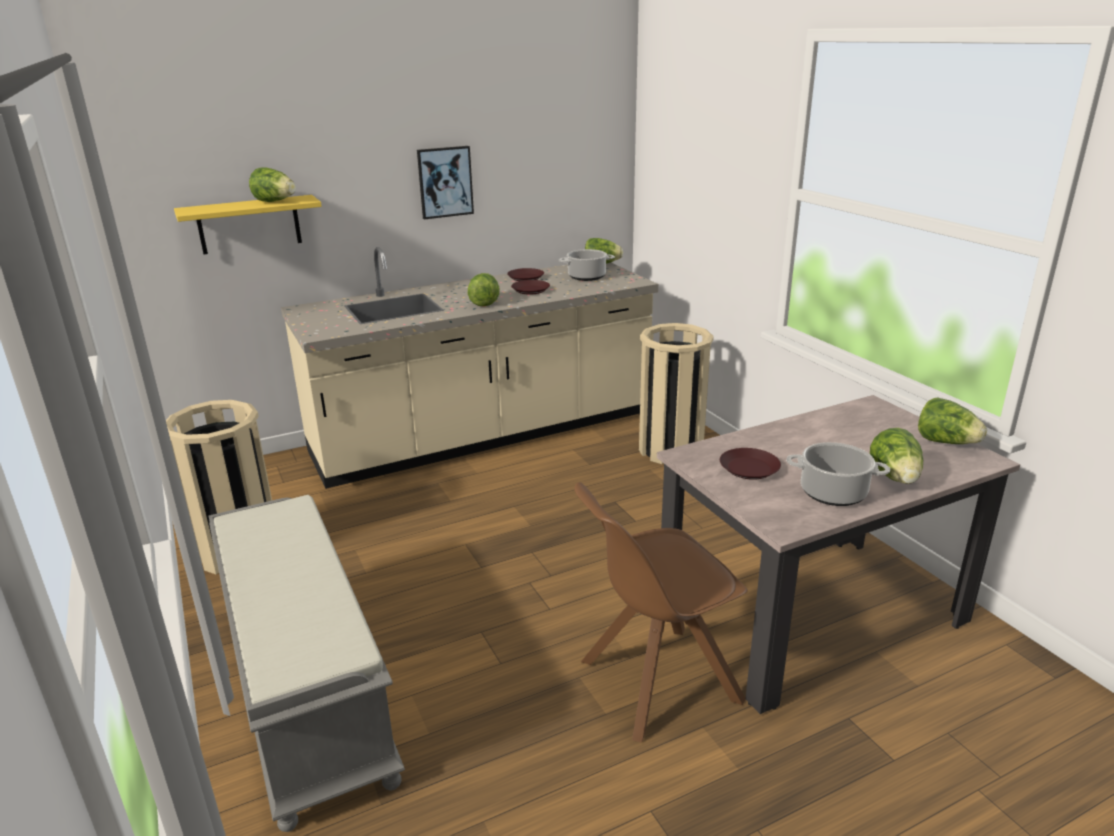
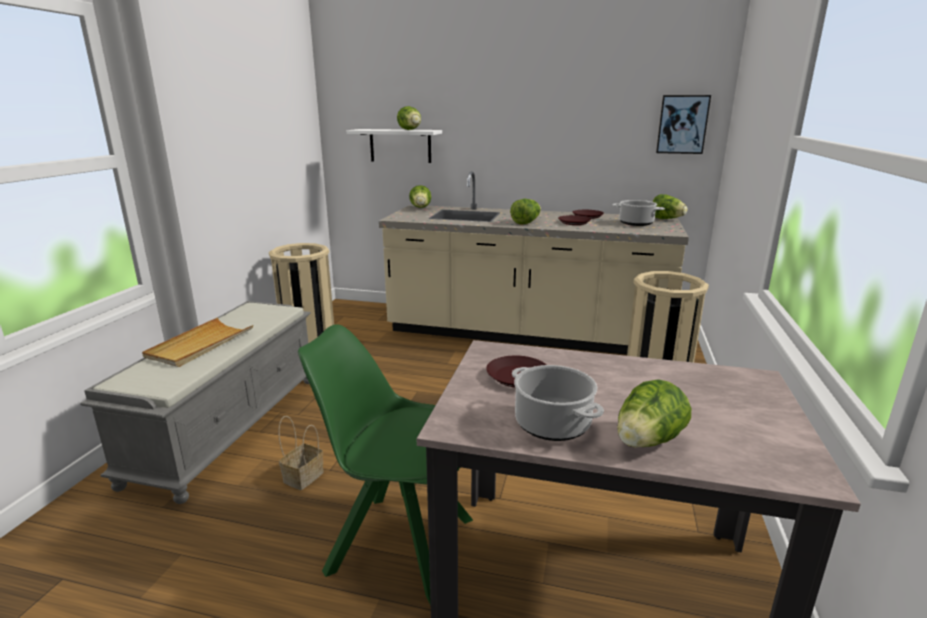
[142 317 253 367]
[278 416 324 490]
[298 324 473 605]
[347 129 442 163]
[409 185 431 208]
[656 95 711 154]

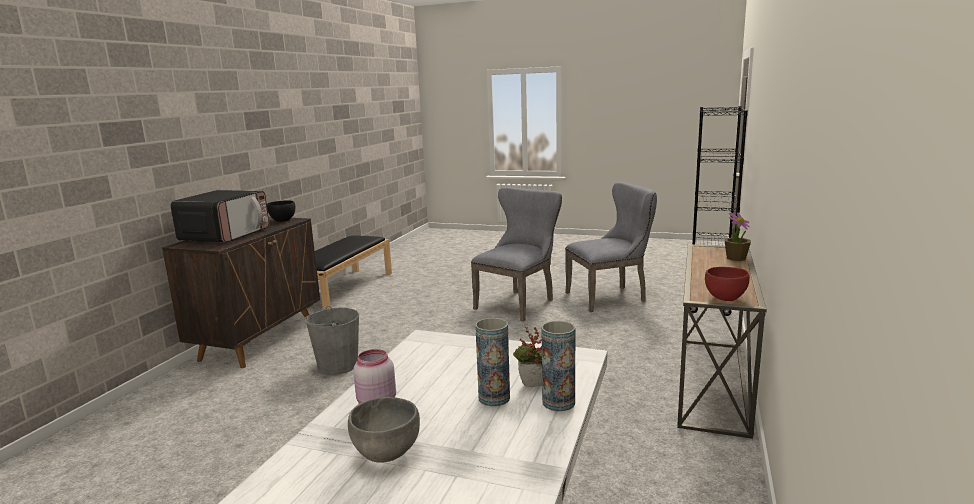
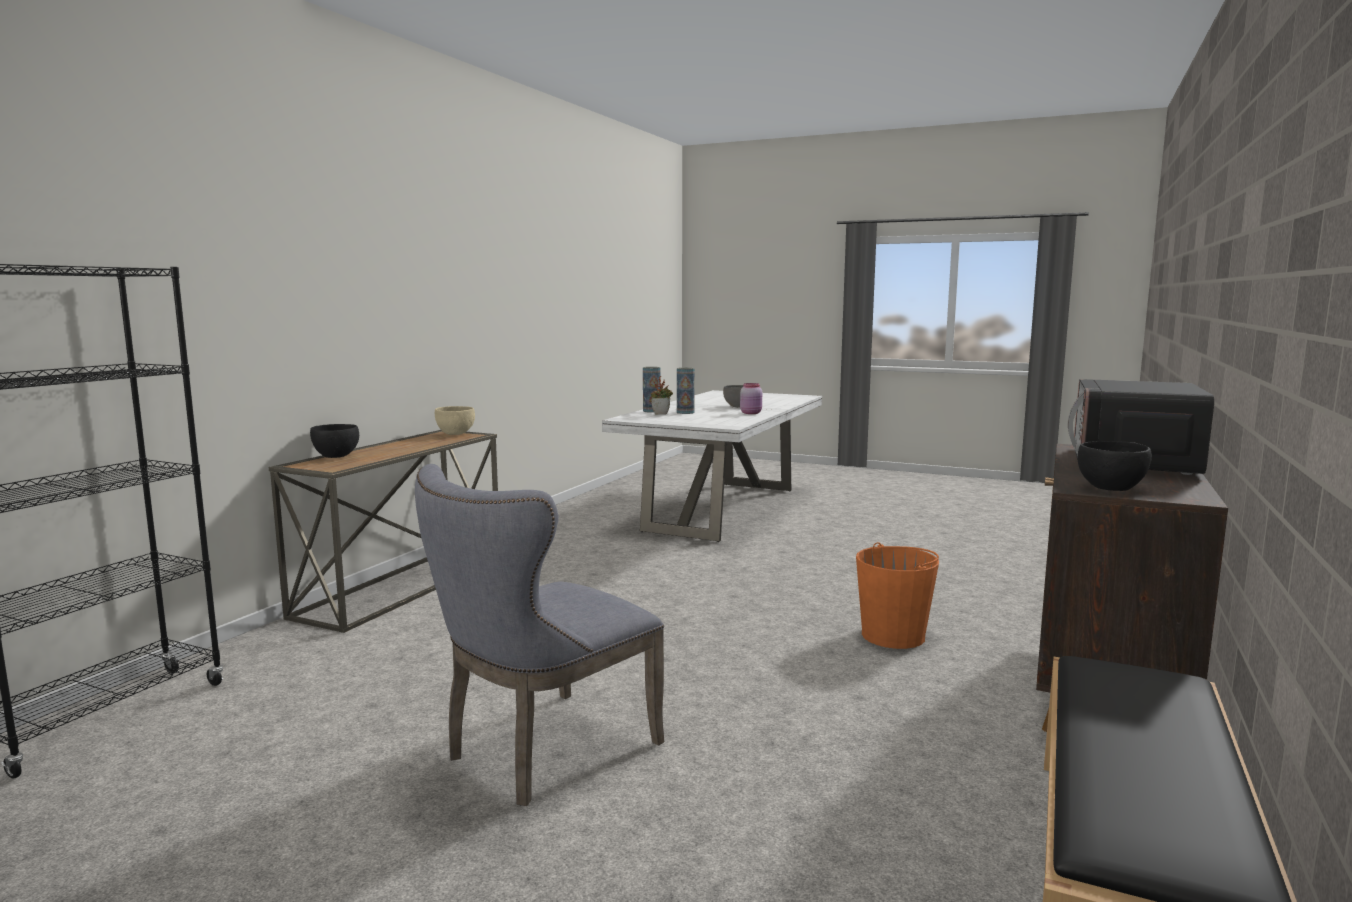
[310 424 359 458]
[435 406 475 435]
[856 542 939 649]
[565 182 657 312] (first image)

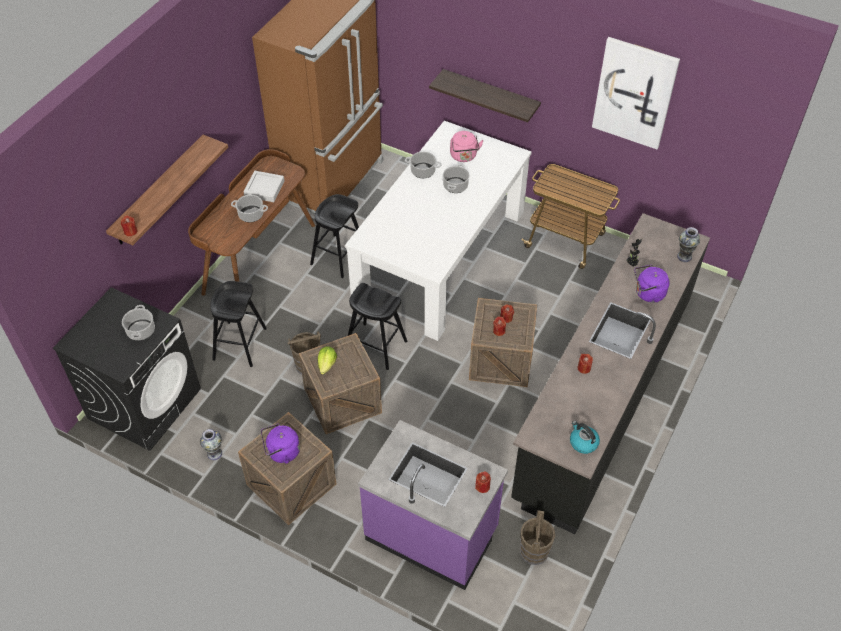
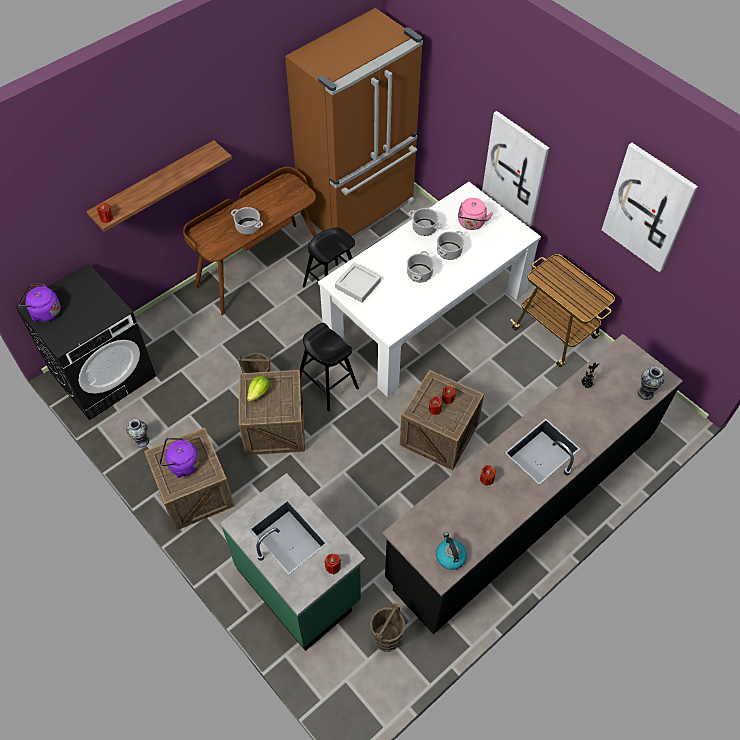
[18 283 61 322]
[220 473 365 651]
[335 262 381 303]
[407 251 434 282]
[482 111 549 227]
[210 281 267 367] (first image)

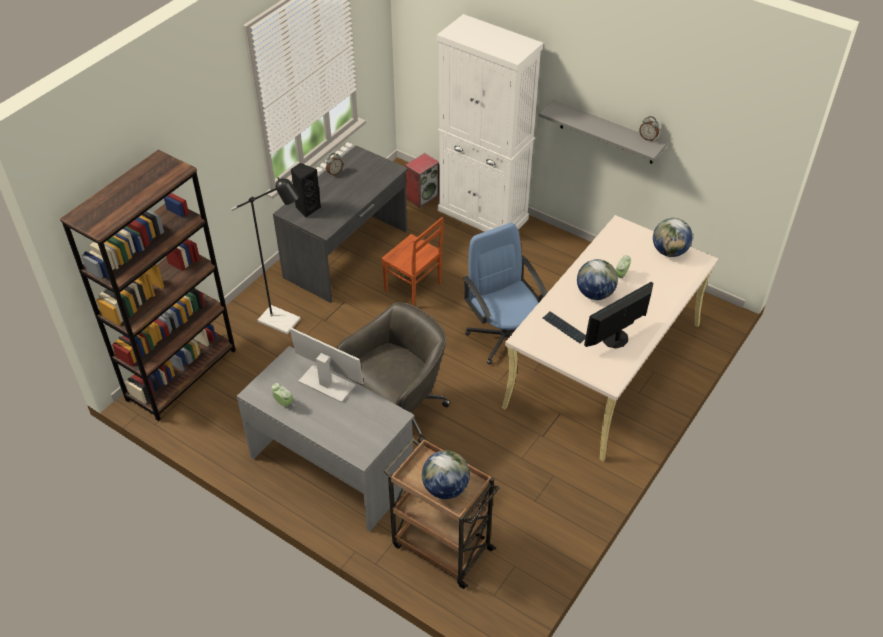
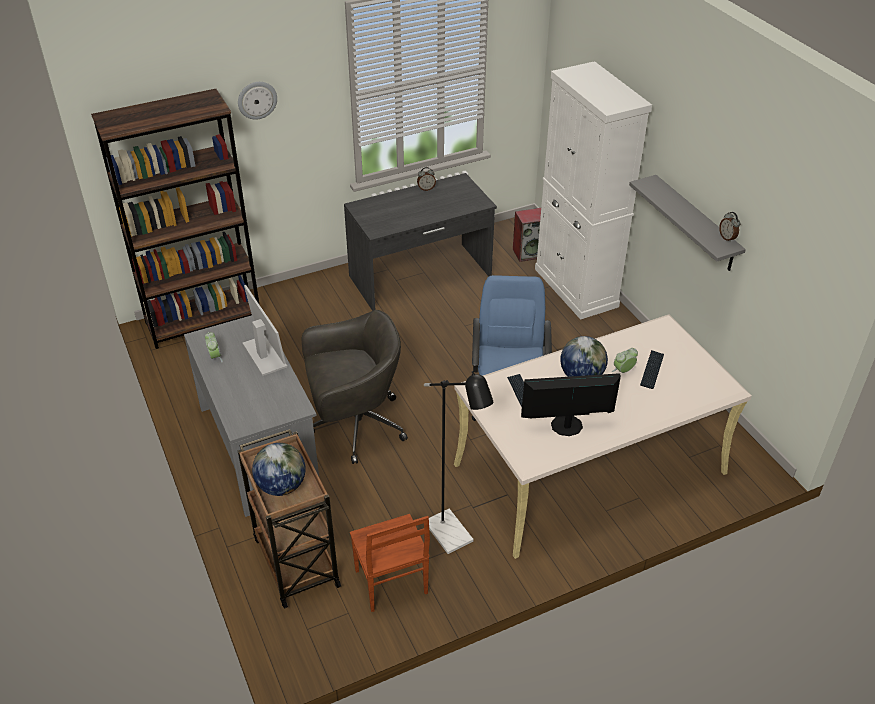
[238 82 277 120]
[350 514 430 612]
[424 371 494 554]
[640 350 664 389]
[291 163 321 217] (first image)
[653 218 693 257] (first image)

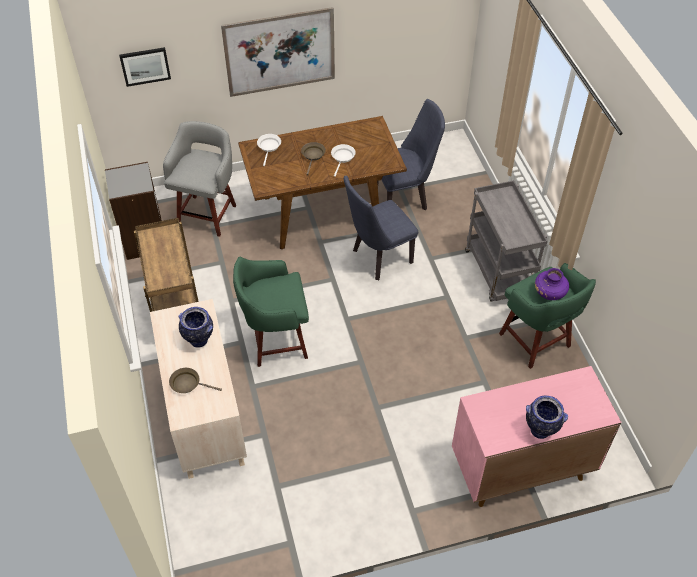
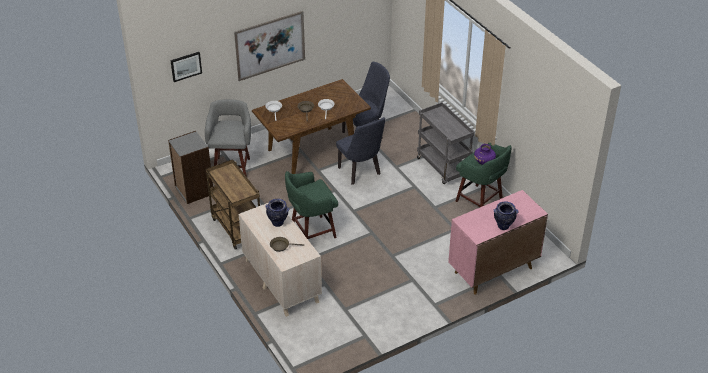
[336 117 385 185]

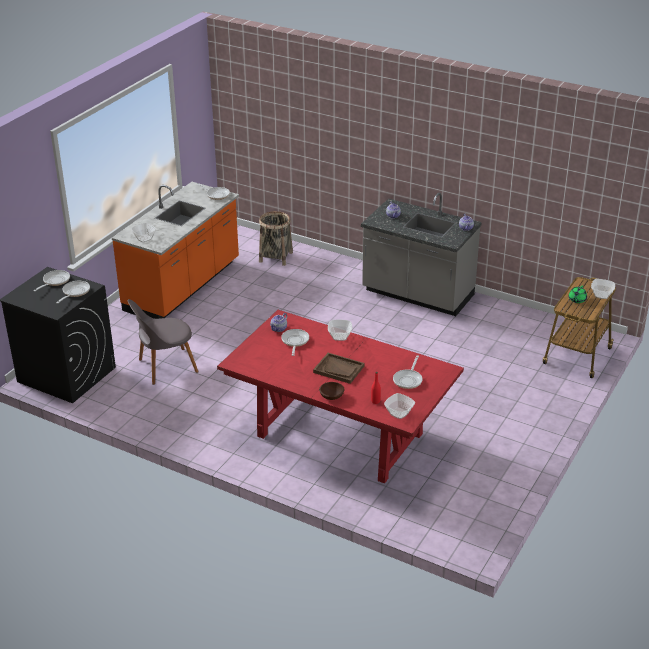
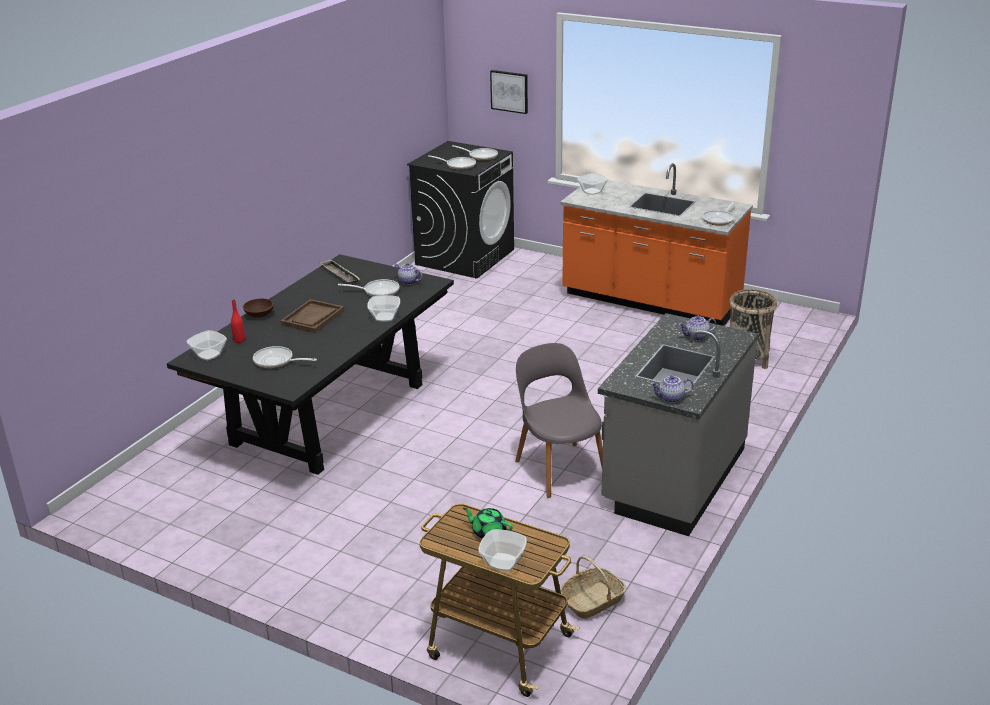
[167 254 454 475]
[319 259 360 283]
[490 70 528 114]
[515 343 603 498]
[560 556 626 619]

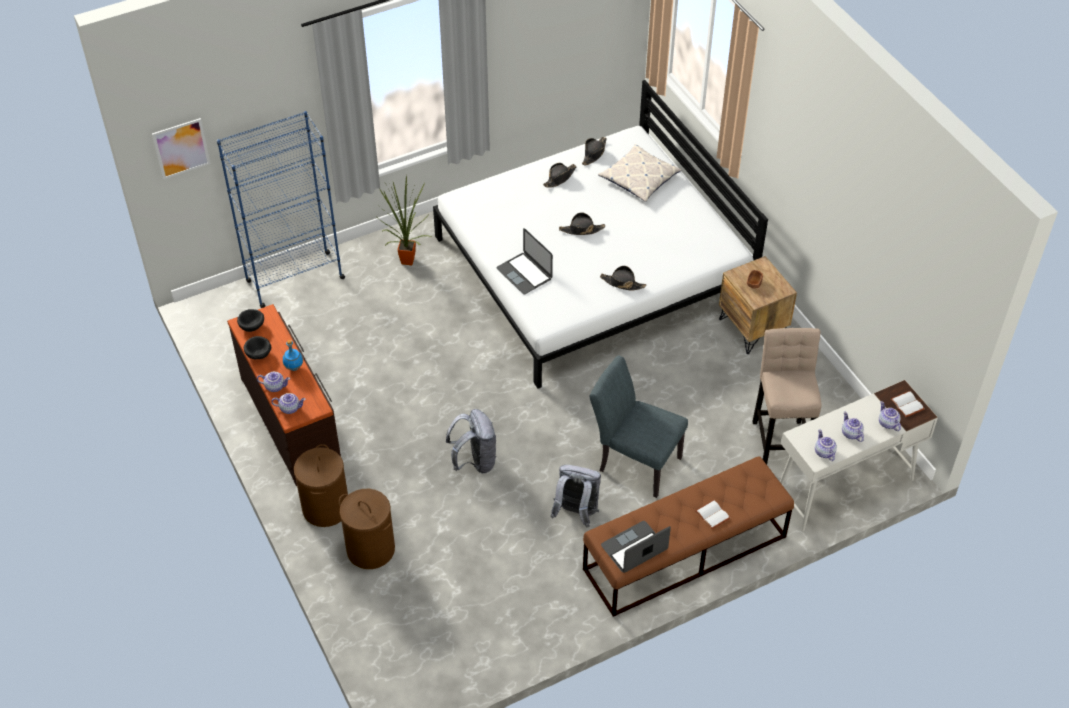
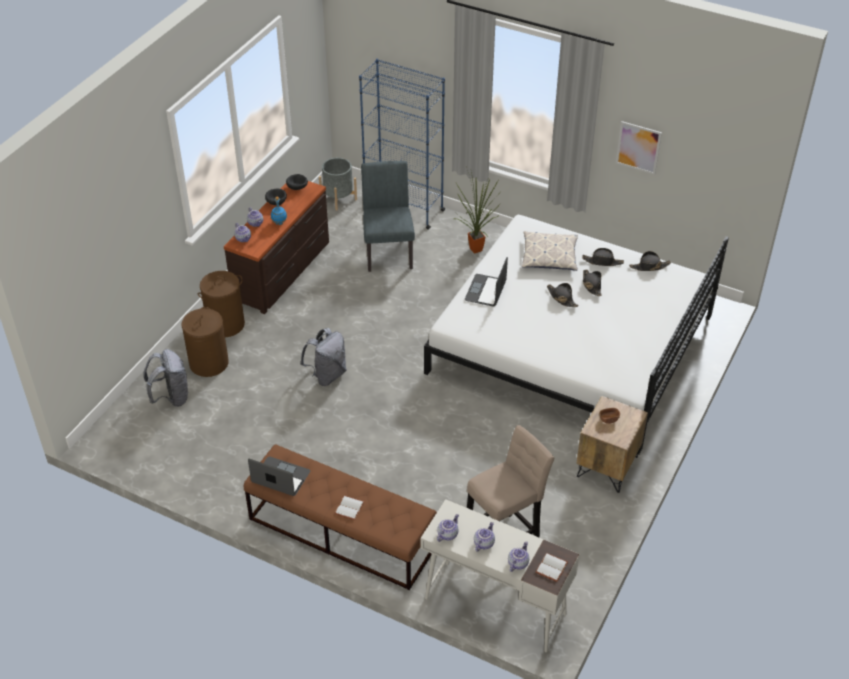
[143 349 189 407]
[319 158 357 211]
[361 161 415 272]
[521 231 578 271]
[583 270 602 296]
[616 121 662 175]

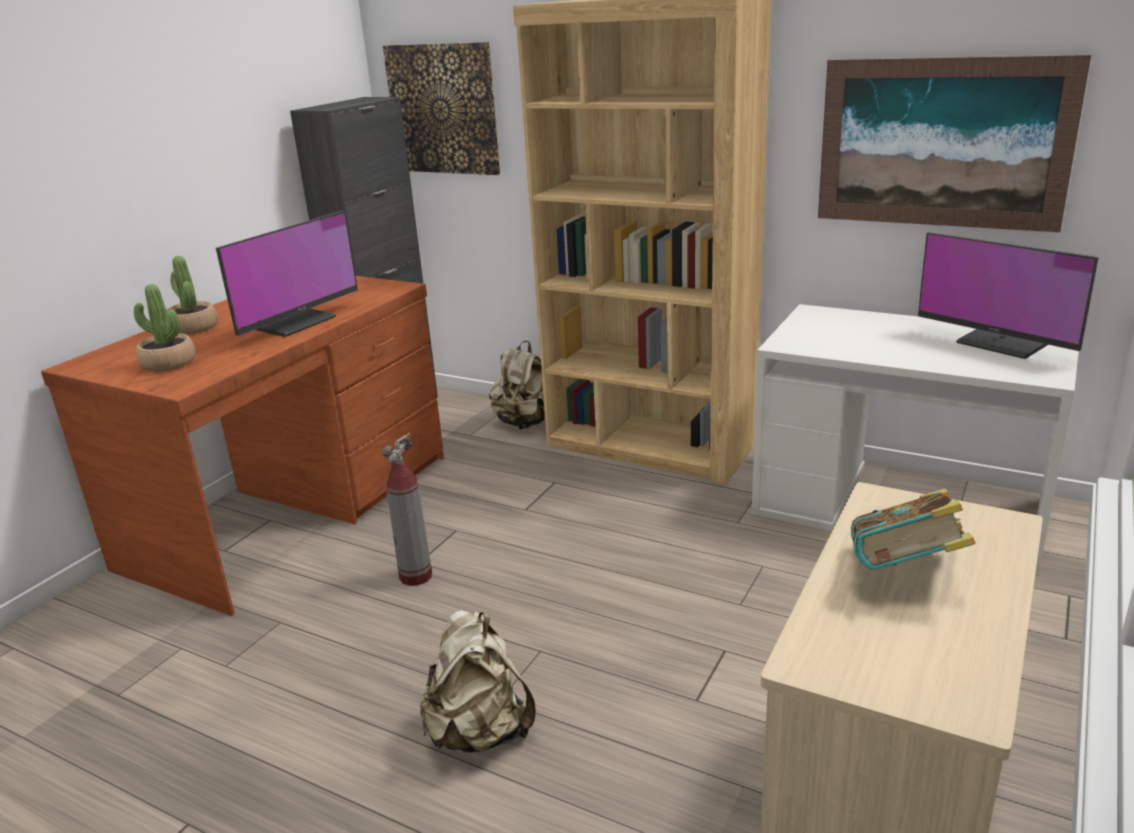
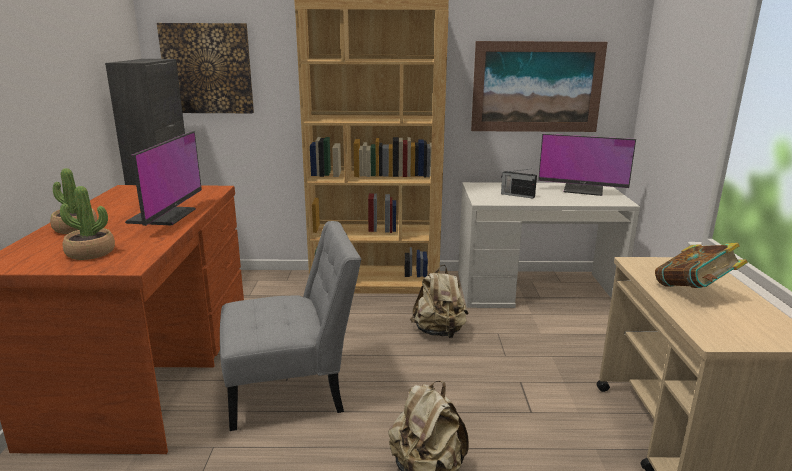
[220 221 361 431]
[410 265 469 338]
[501 169 537 199]

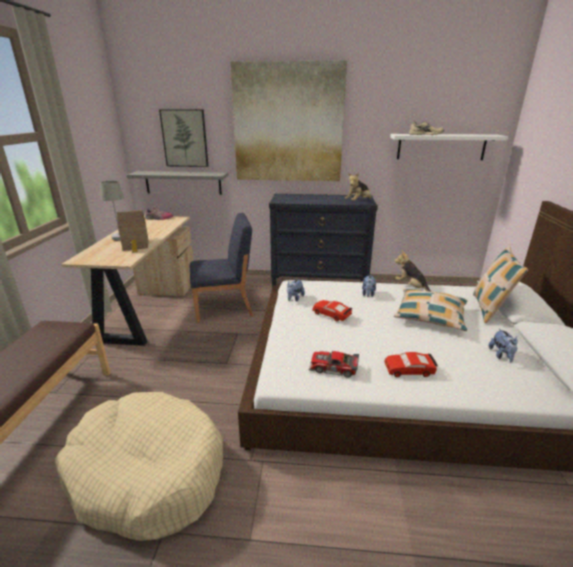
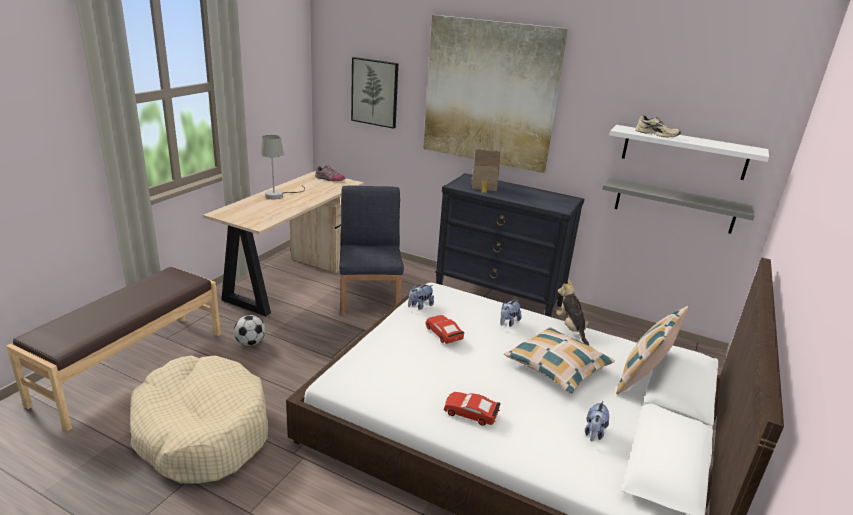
[234 315 265 346]
[339 186 404 315]
[471 149 501 193]
[602 177 755 234]
[309 351 359 378] (first image)
[345 173 371 201] (first image)

